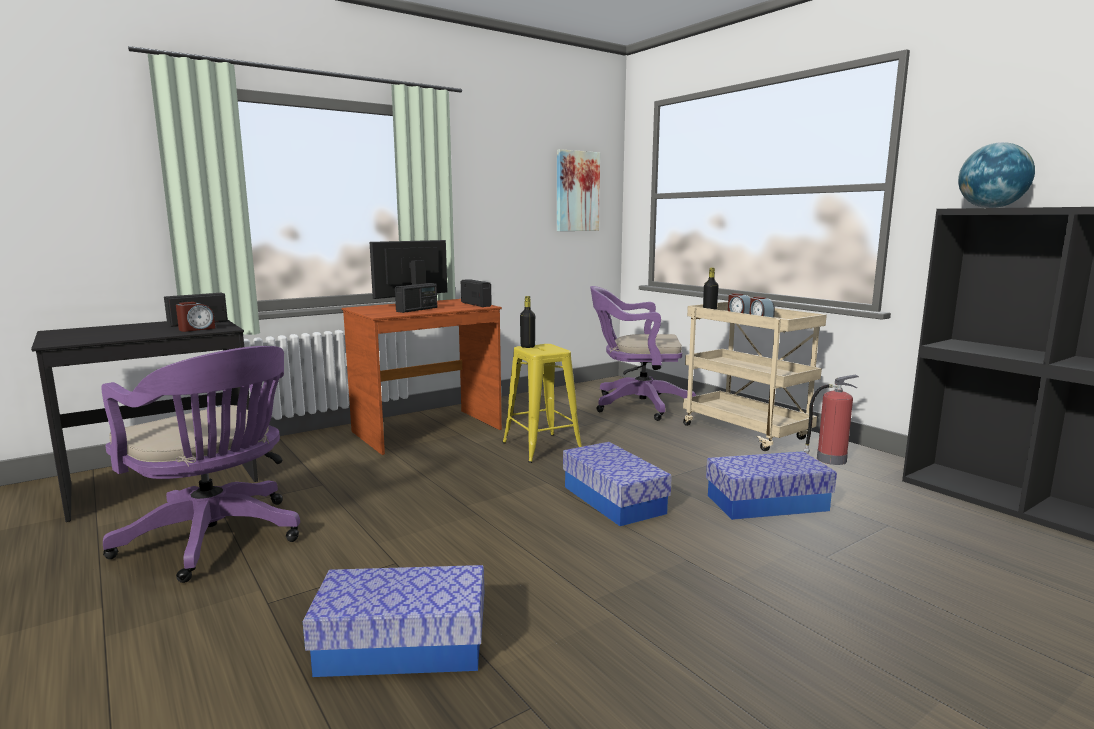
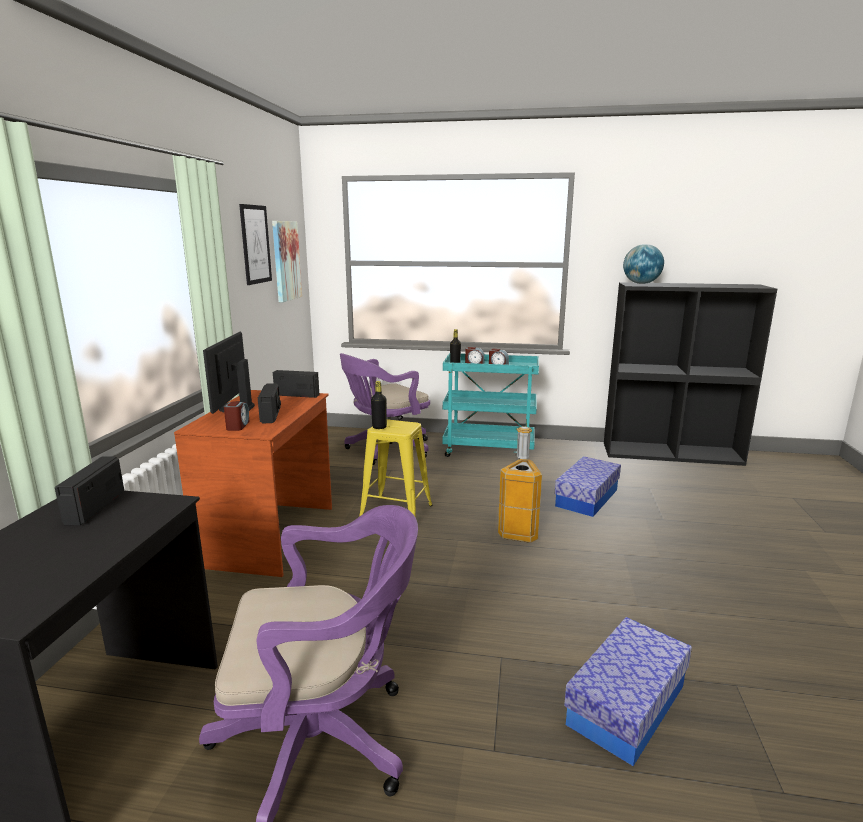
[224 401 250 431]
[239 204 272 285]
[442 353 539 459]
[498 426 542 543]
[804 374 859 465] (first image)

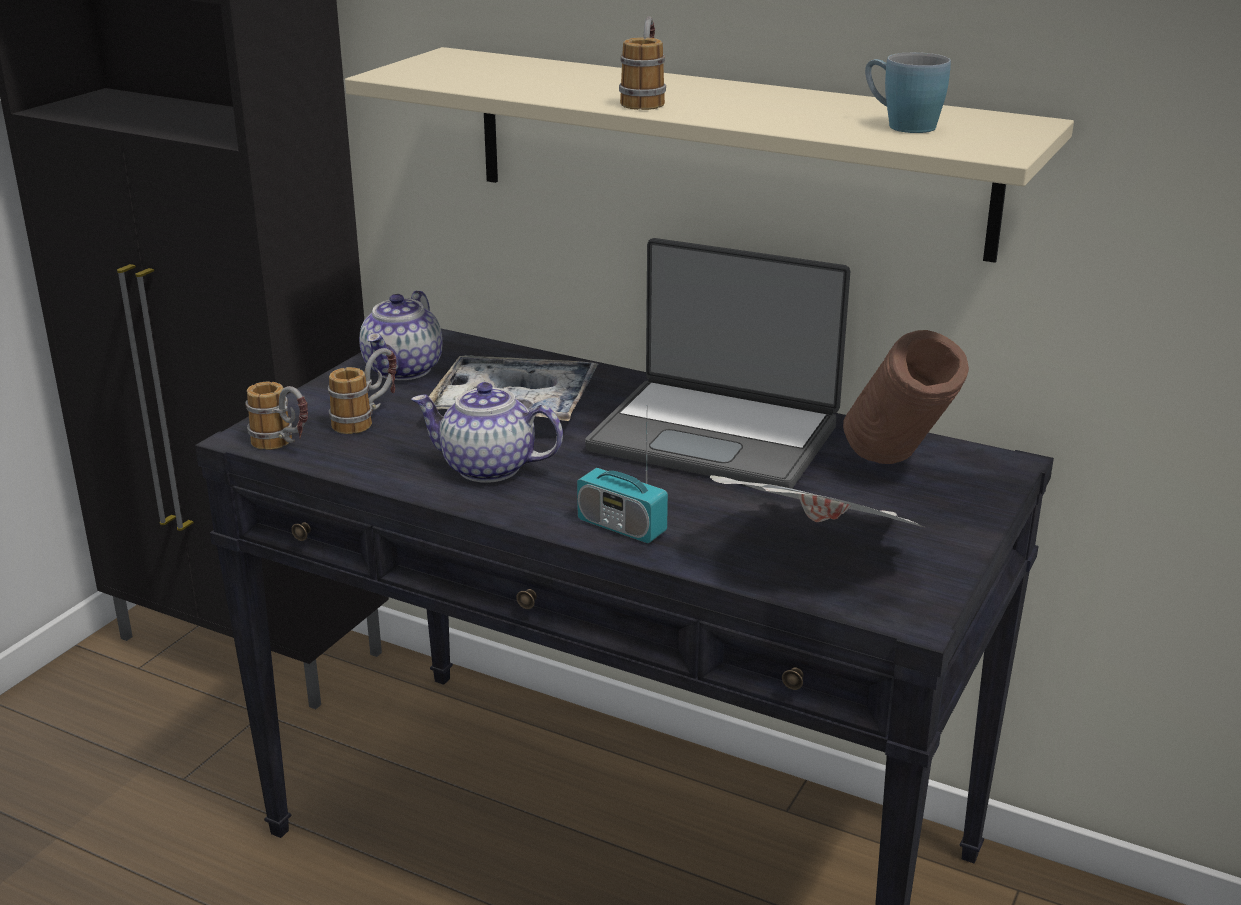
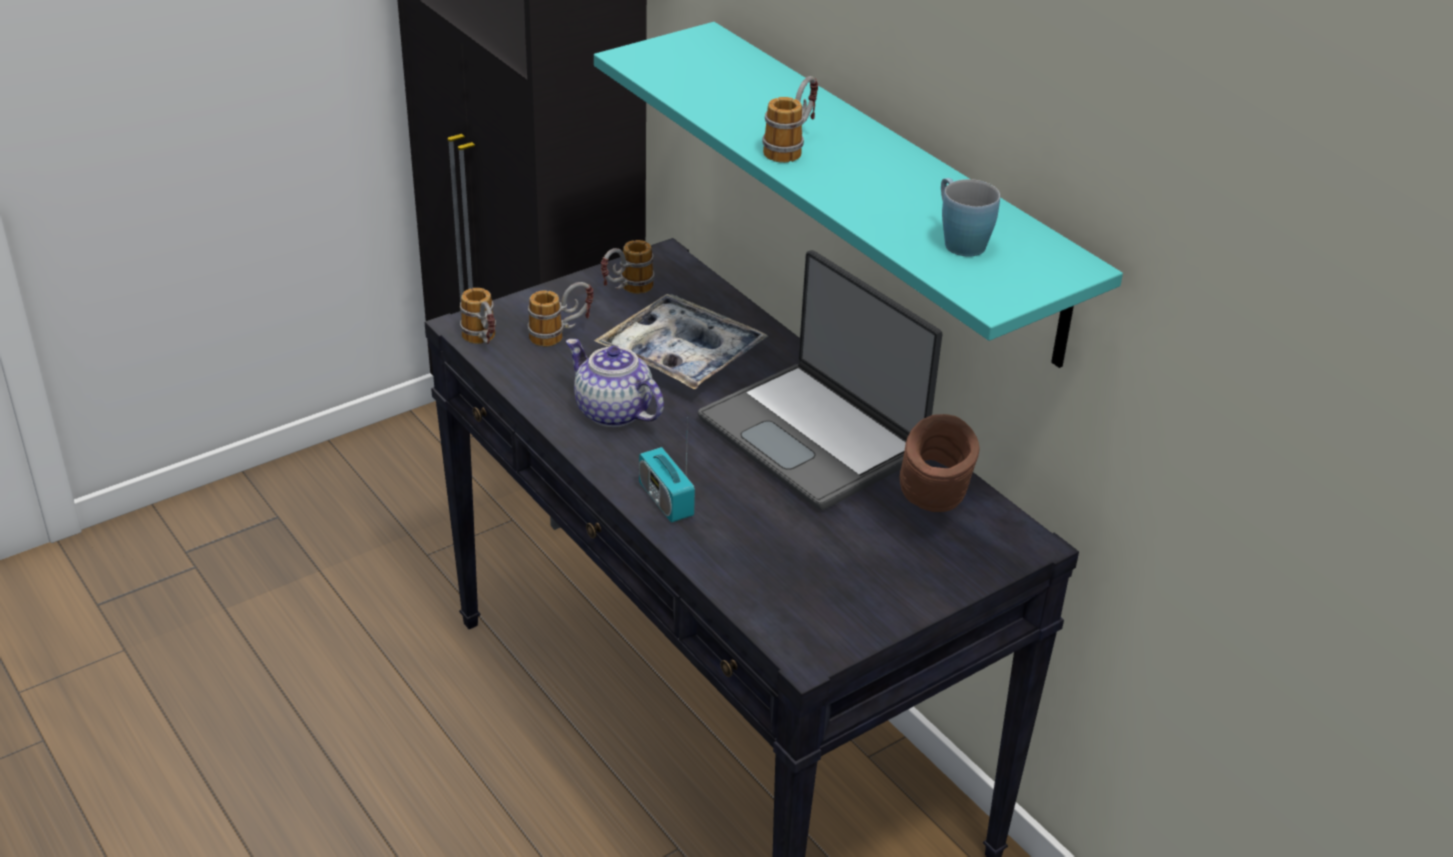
[594 22 1123 368]
[601 240 655 294]
[710 475 924 527] (first image)

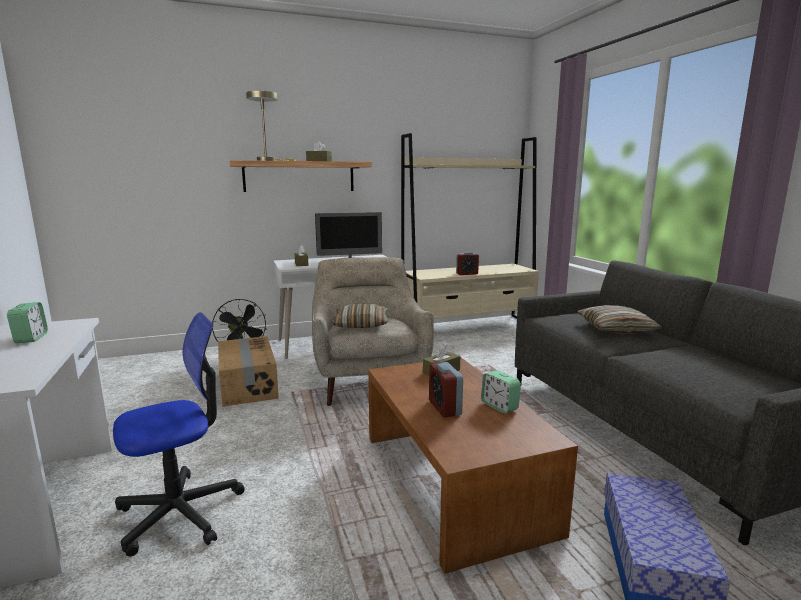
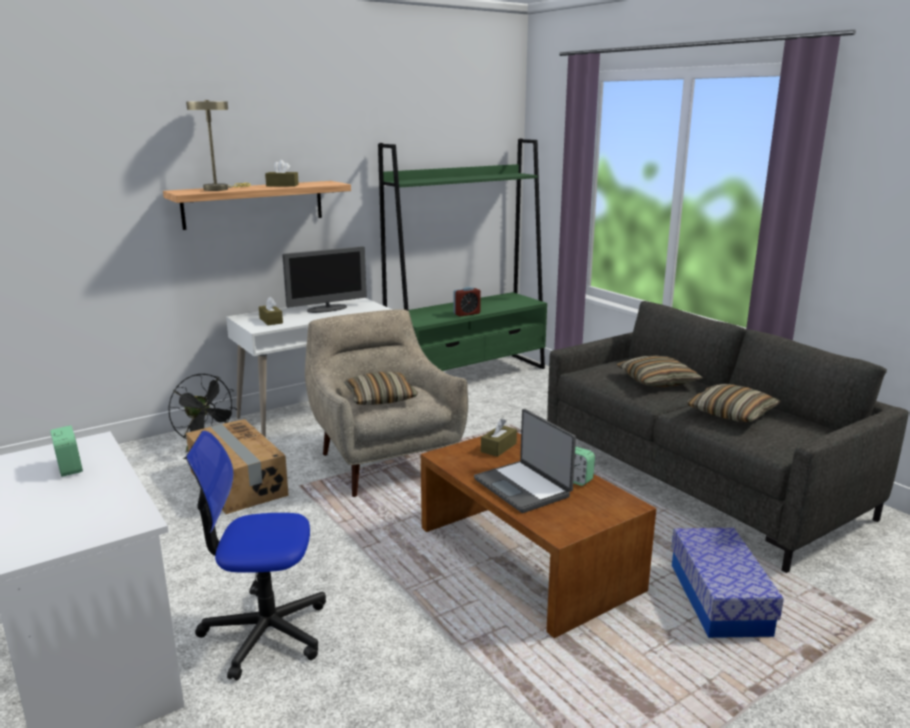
[186 431 326 680]
[378 139 547 371]
[474 409 576 513]
[687 384 781 422]

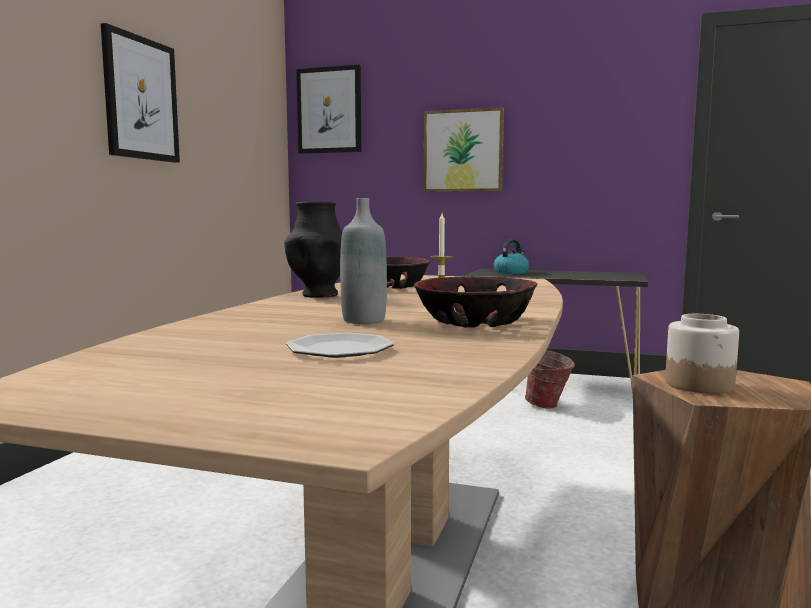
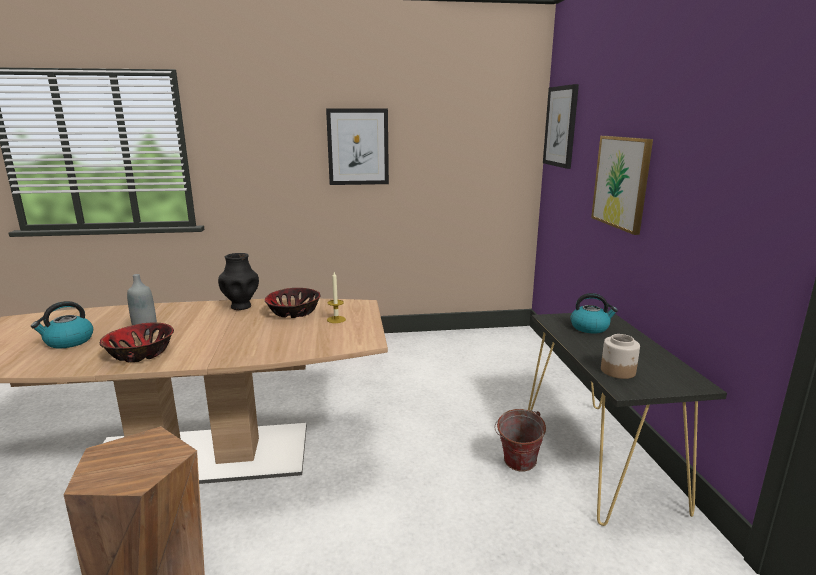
[31 301 93 349]
[601 334 640 379]

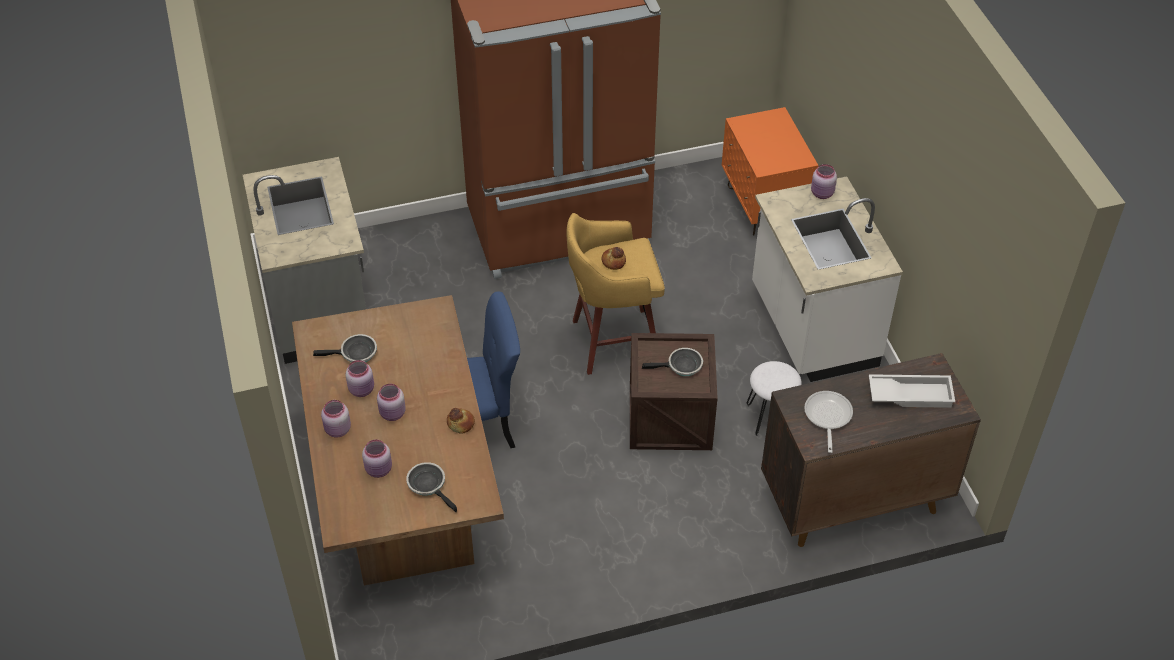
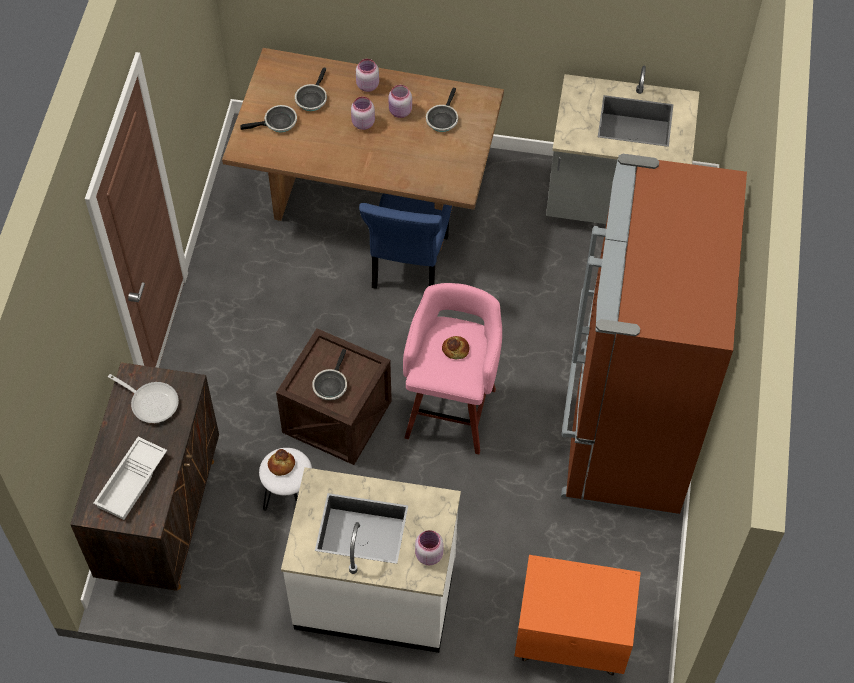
[268 449 295 476]
[295 67 327 111]
[403 283 502 455]

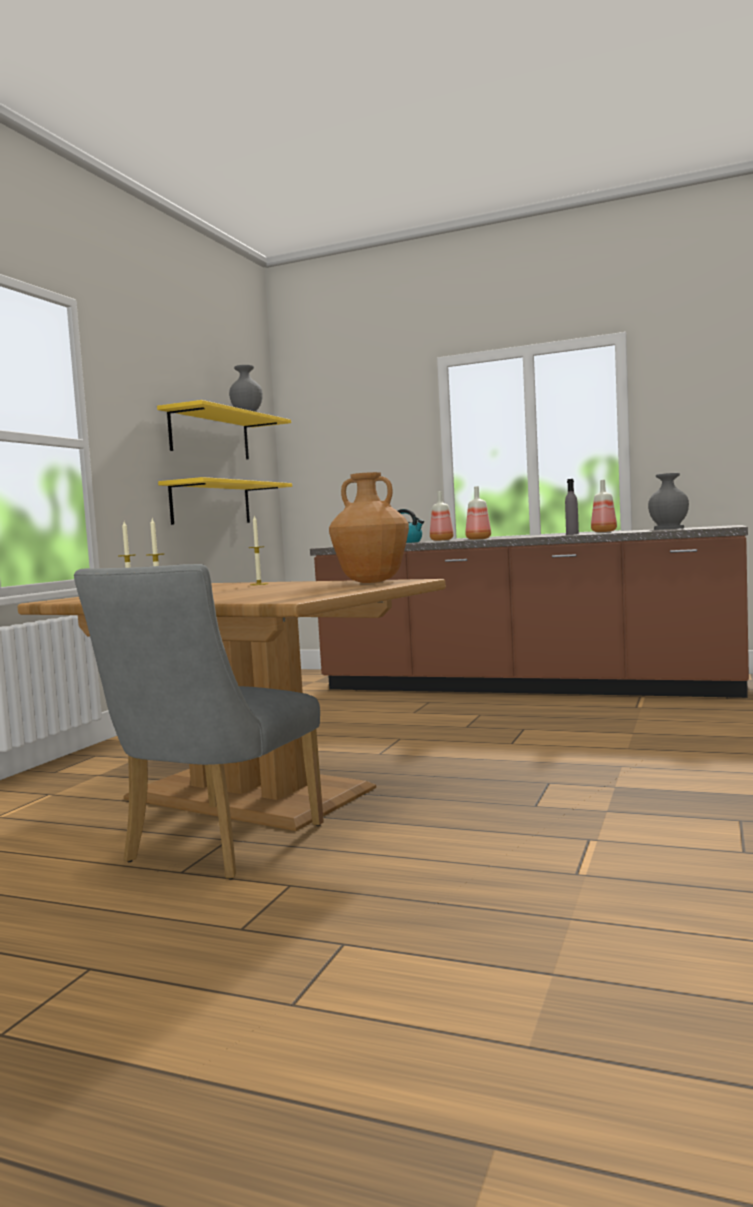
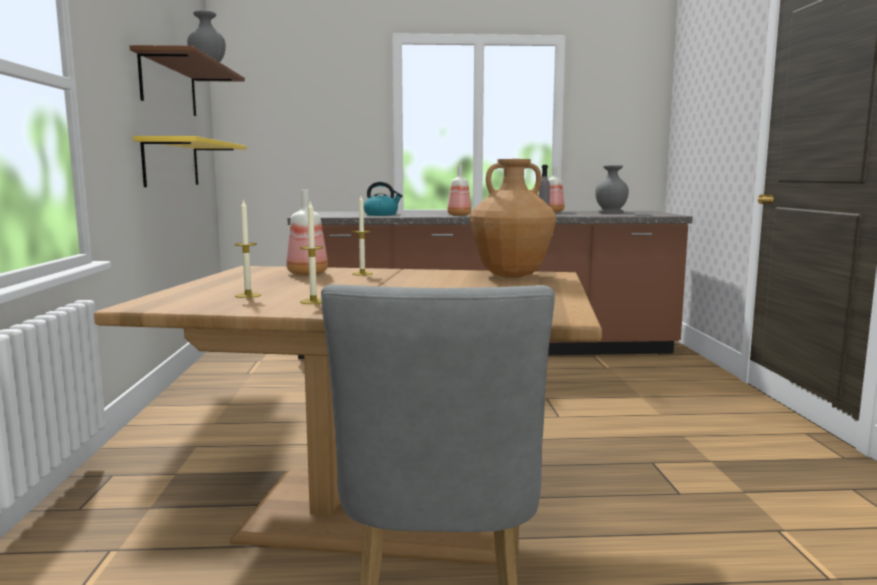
[130 45 245 116]
[286 190 328 275]

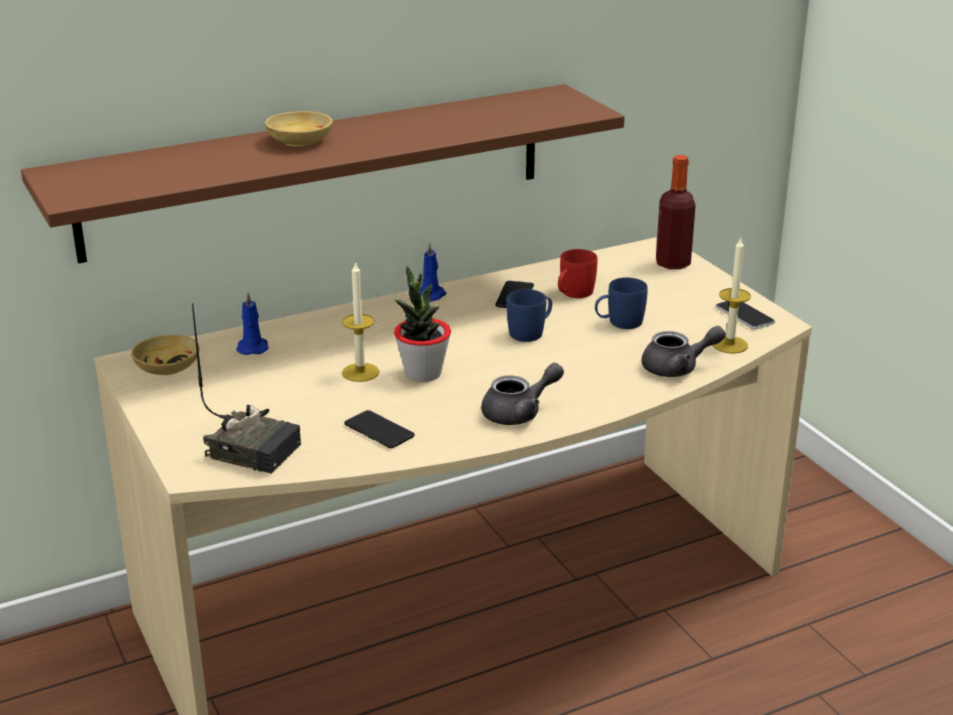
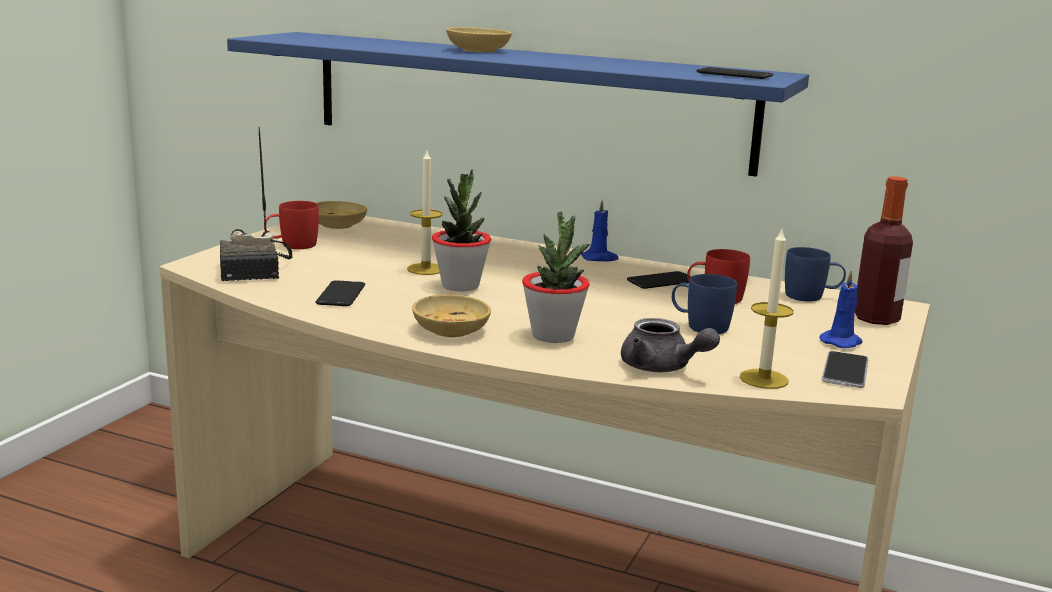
[227 32 809 177]
[265 201 319 249]
[412 294 491 337]
[522 211 590 343]
[697 67 773 79]
[785 247 846 301]
[819 270 863 348]

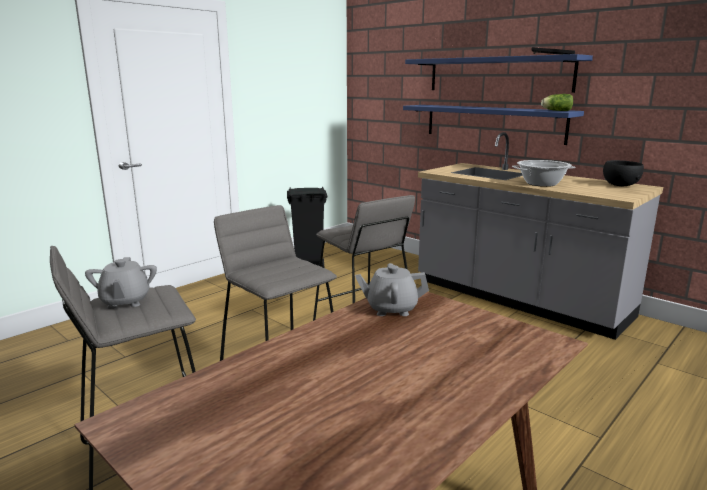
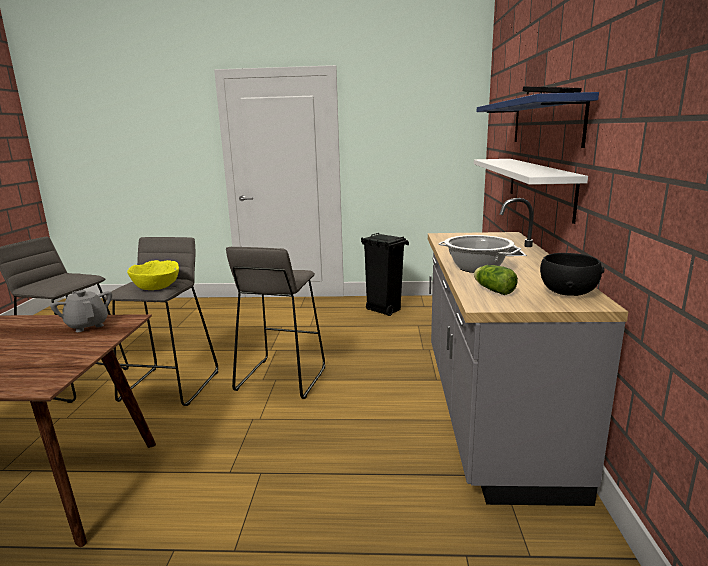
[127 260 179 290]
[474 159 588 224]
[474 265 518 295]
[85 257 157 309] (first image)

